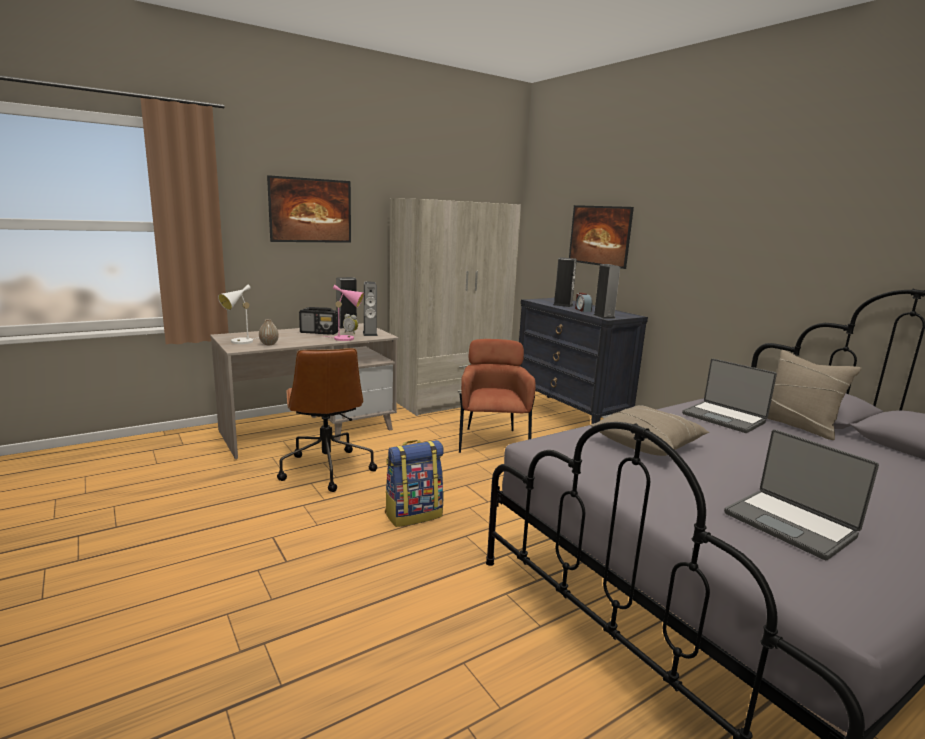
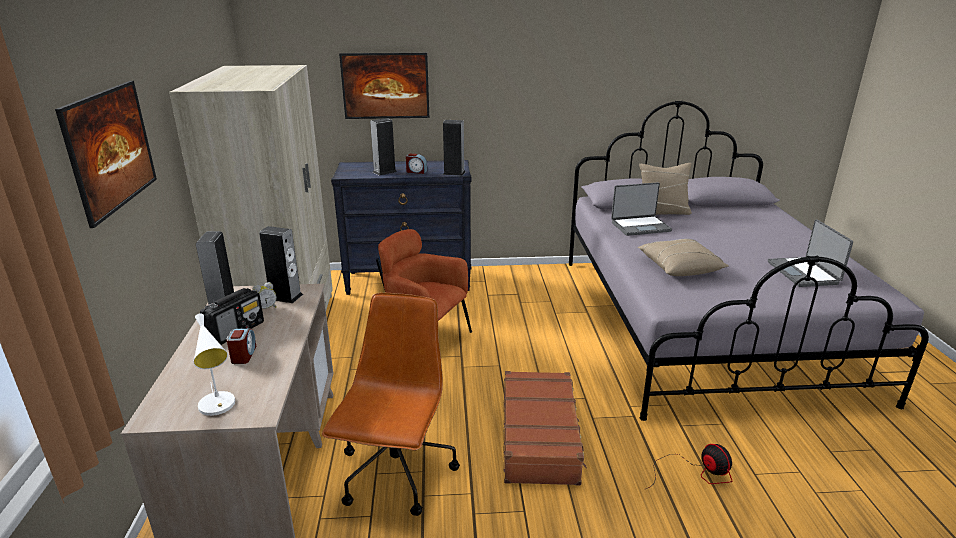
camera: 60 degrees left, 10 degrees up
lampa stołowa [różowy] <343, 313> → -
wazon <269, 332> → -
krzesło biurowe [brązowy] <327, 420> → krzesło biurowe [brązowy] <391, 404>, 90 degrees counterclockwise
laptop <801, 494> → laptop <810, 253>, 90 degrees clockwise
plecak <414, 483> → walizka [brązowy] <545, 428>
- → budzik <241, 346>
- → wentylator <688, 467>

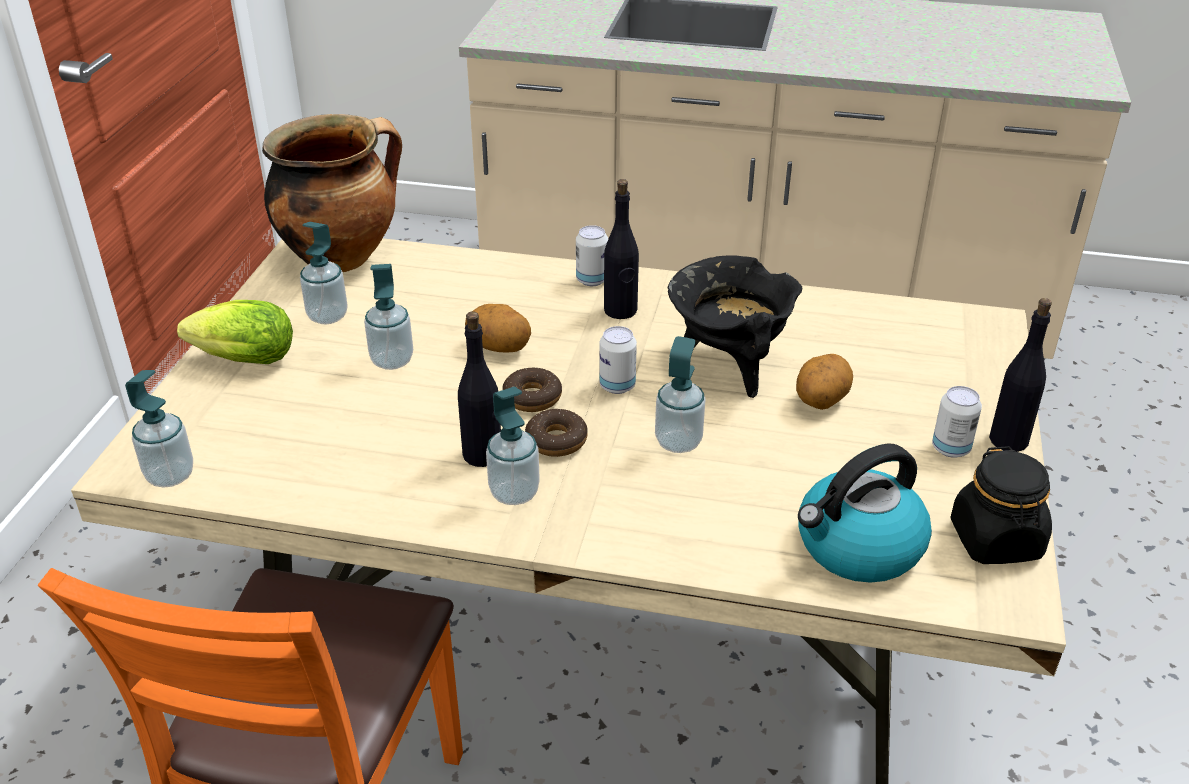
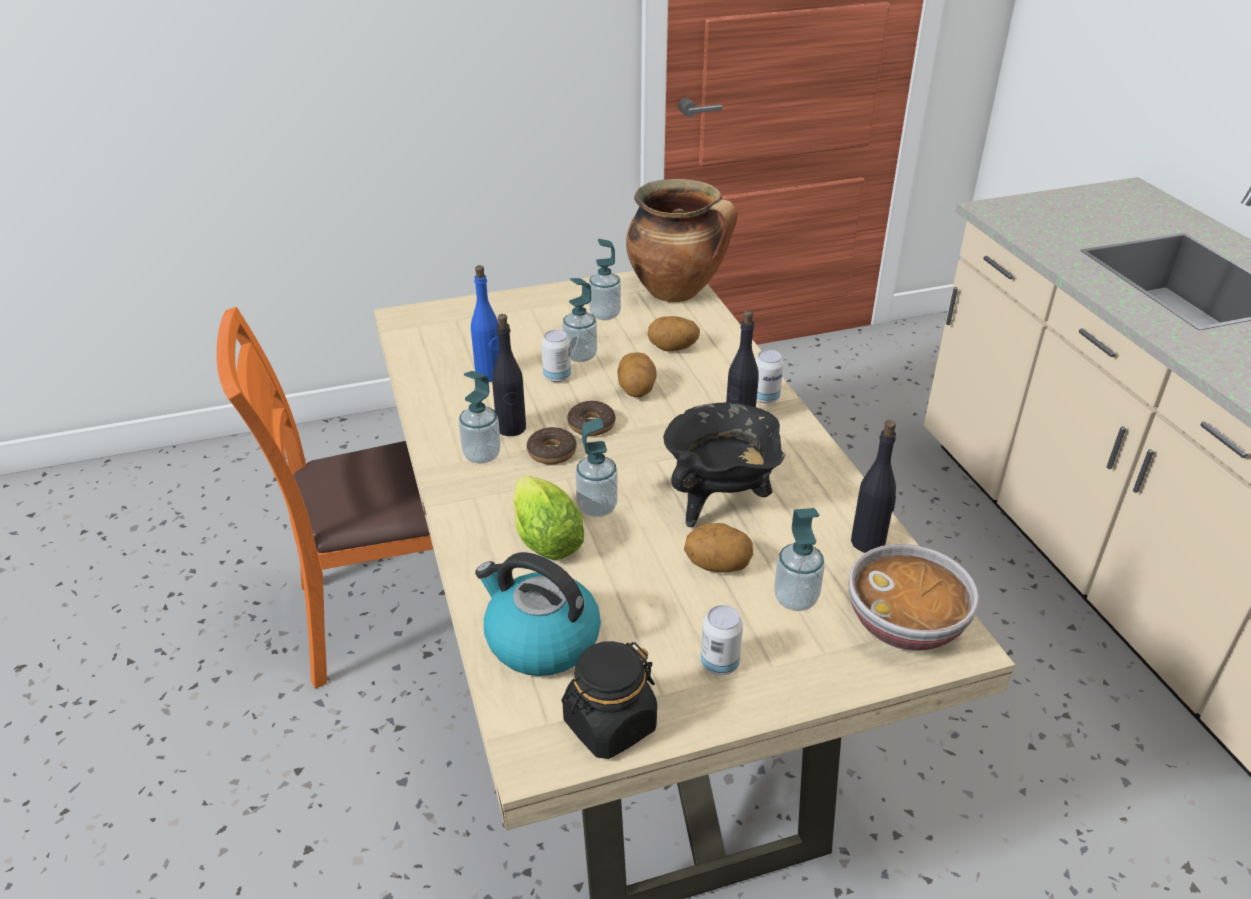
camera: 60 degrees right, 0 degrees up
butelka [czarny] <1020, 375> → butelka [czarny] <873, 486>, moved
sałata <235, 332> → sałata <548, 518>, moved
puszka <618, 360> → puszka <556, 356>, moved
dozownik mydła <159, 428> → dozownik mydła <799, 559>, moved
- → butelka [niebieski] <485, 323>
- → ziemniak <674, 333>
- → miska <914, 597>

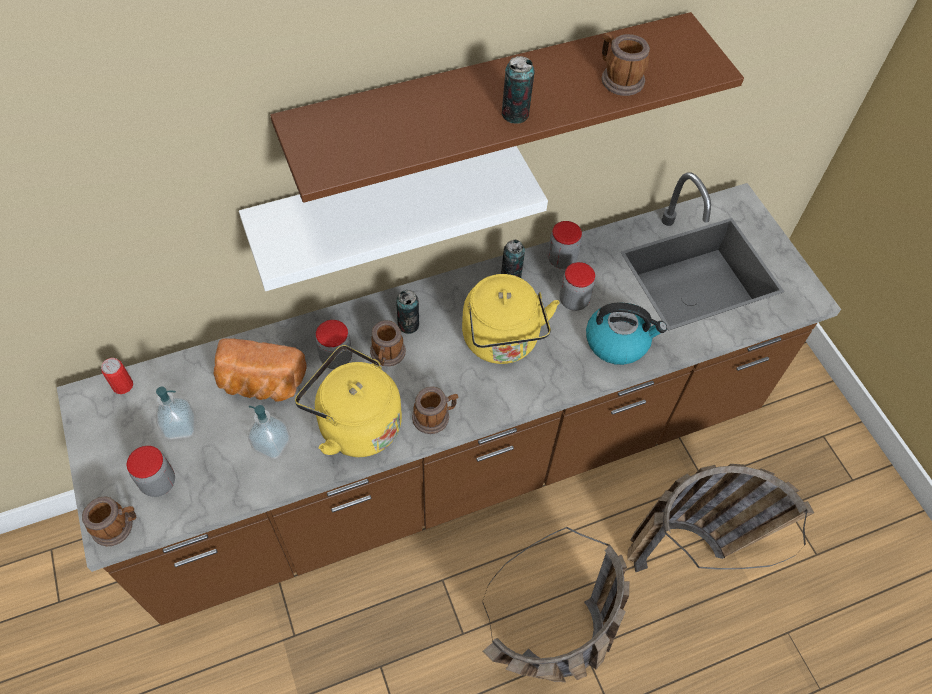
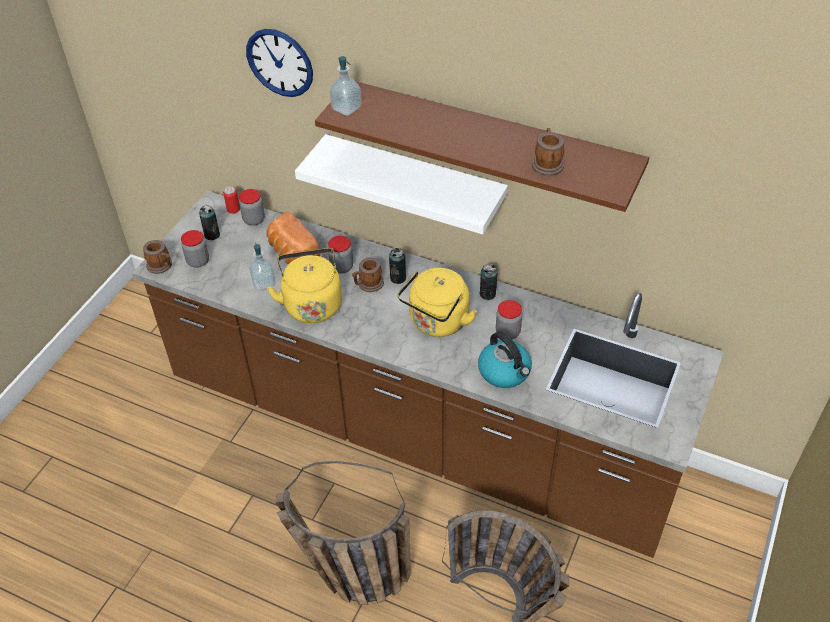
camera: 50 degrees right, 10 degrees down
puszka <518, 90> → puszka <209, 222>, moved
słoik <565, 245> → słoik <252, 207>, moved
dozownik mydła <175, 413> → dozownik mydła <346, 86>, moved
kubek <435, 410> → -
- → zegar ścienny <279, 63>

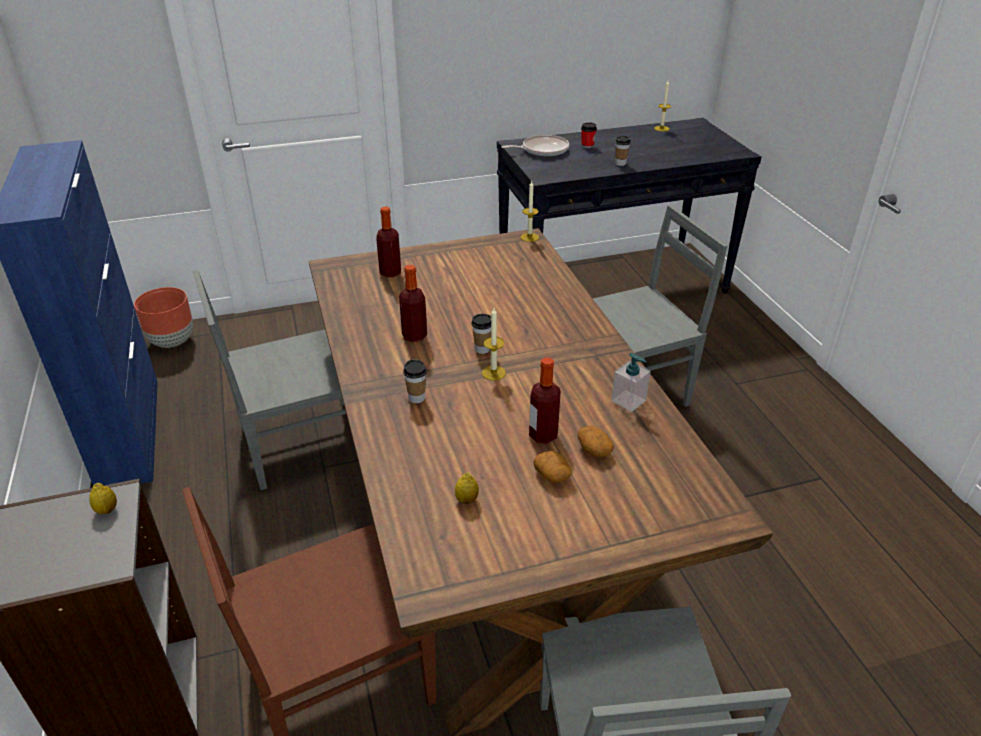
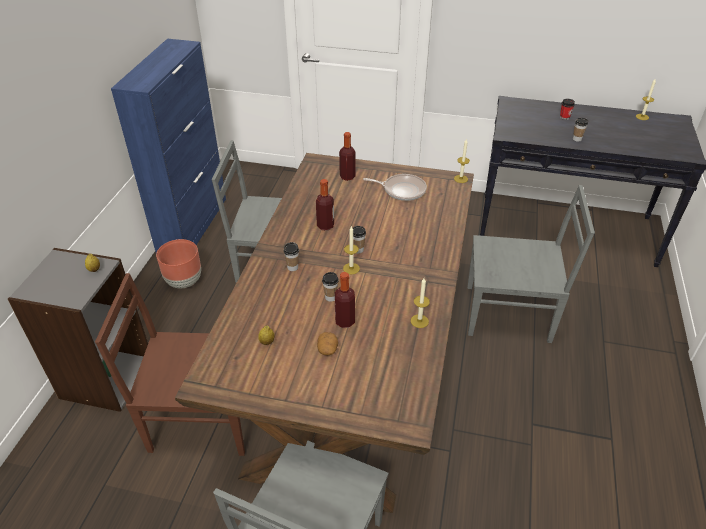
camera: 30 degrees right, 5 degrees up
patelnia <535, 146> → patelnia <395, 187>, moved
donica [brązowy] <163, 317> → donica [brązowy] <178, 263>, moved
dozownik mydła <631, 382> → świeca <420, 303>
ziemniak <596, 441> → -
- → filiżanka <330, 287>

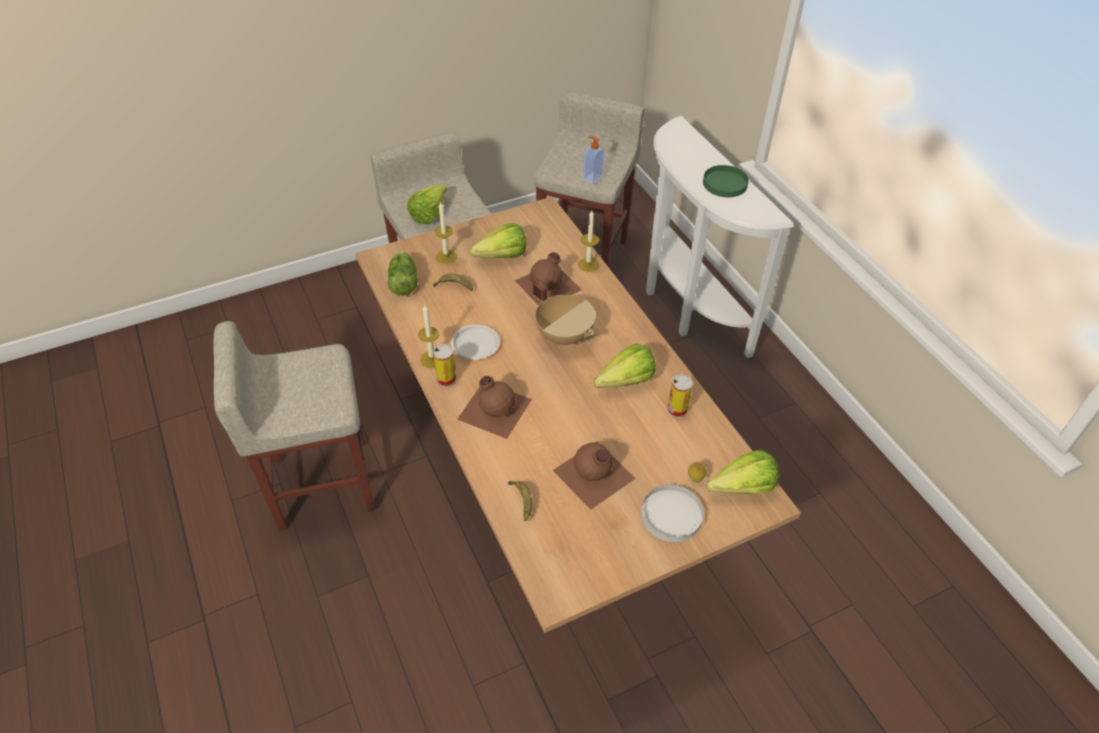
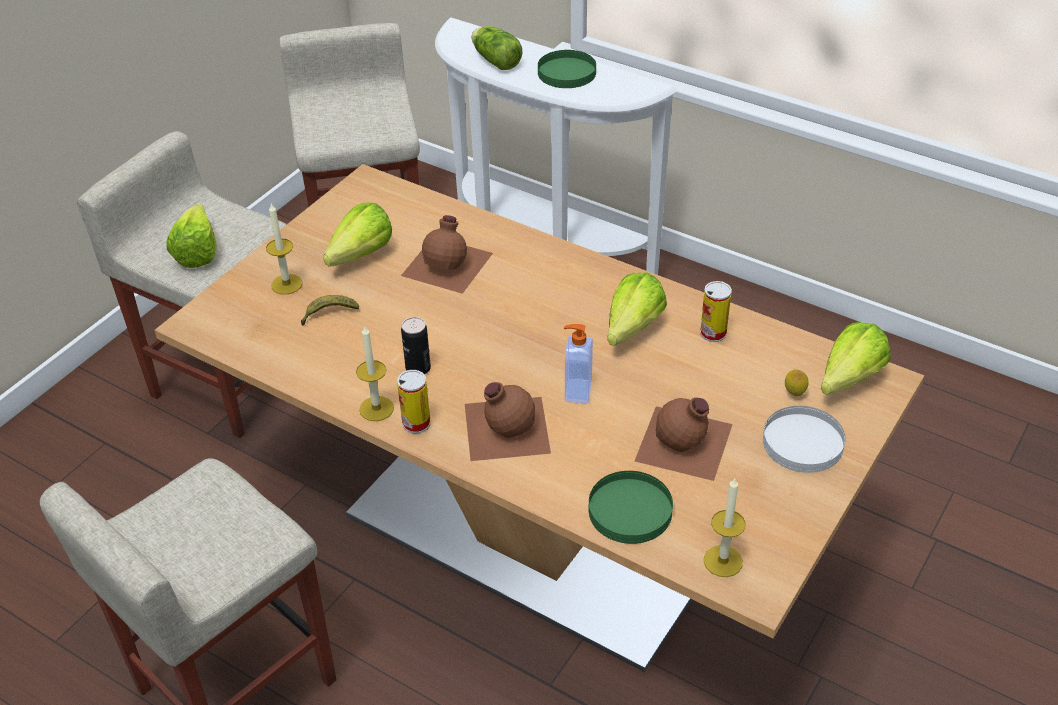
camera: 30 degrees left, 5 degrees down
dozownik mydła <594, 160> → dozownik mydła <578, 364>, moved
świeca <588, 241> → świeca <725, 527>, moved
sałata <403, 273> → sałata <497, 48>, moved
garnek [beżowy] <564, 313> → -
talerz [biały] <475, 342> → puszka <416, 345>
banan <520, 501> → talerz [zielony] <631, 507>

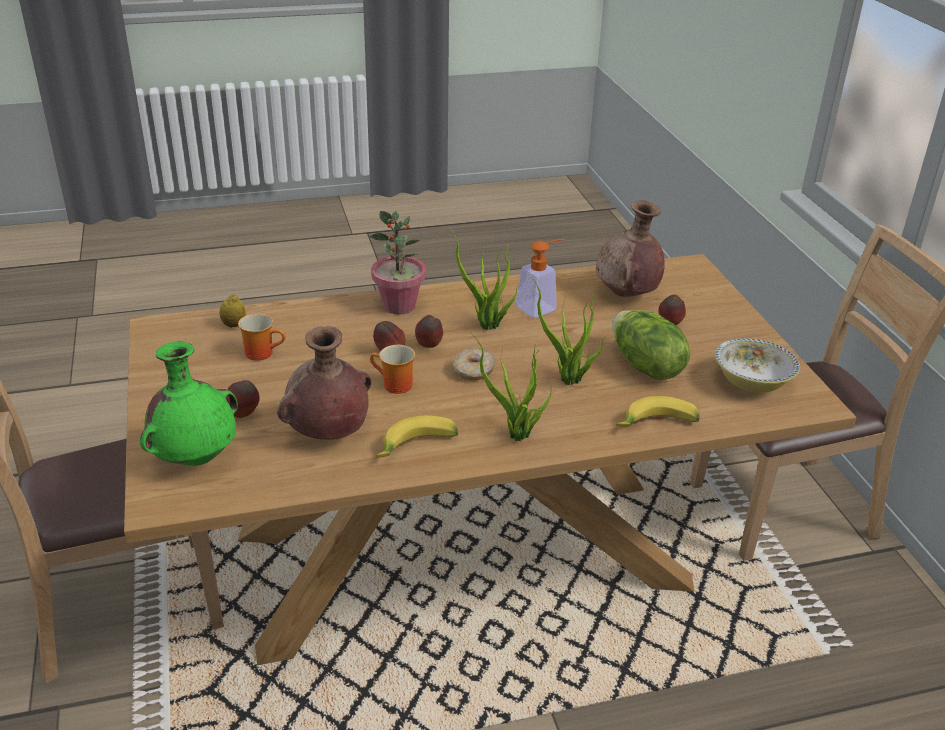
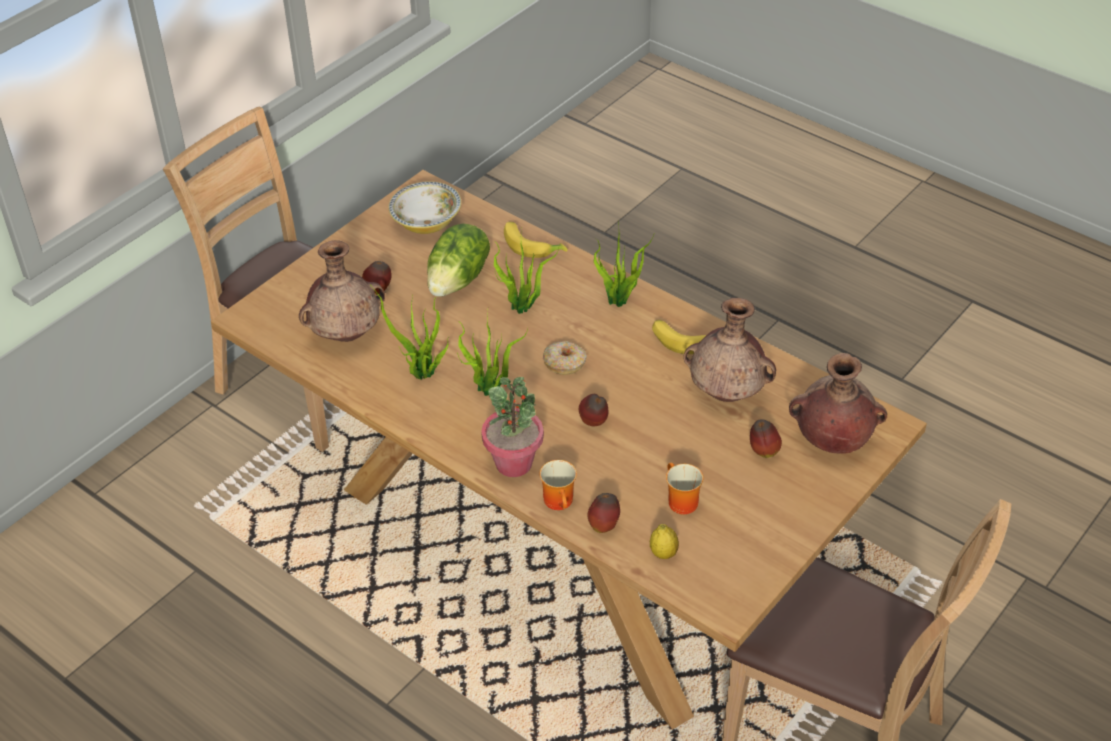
camera: 125 degrees left, 10 degrees up
dozownik mydła <539, 278> → roślina doniczkowa <409, 333>
jabłko <429, 331> → jabłko <604, 513>, moved
wazon [zielony] <189, 404> → wazon [brązowy] <838, 403>
kubek <392, 369> → kubek <558, 485>, moved

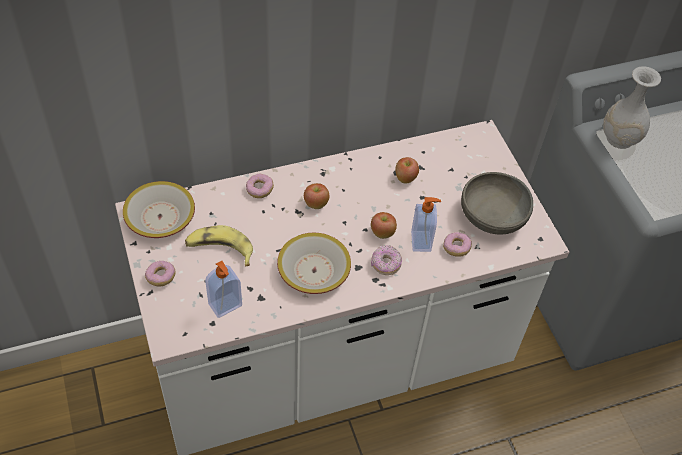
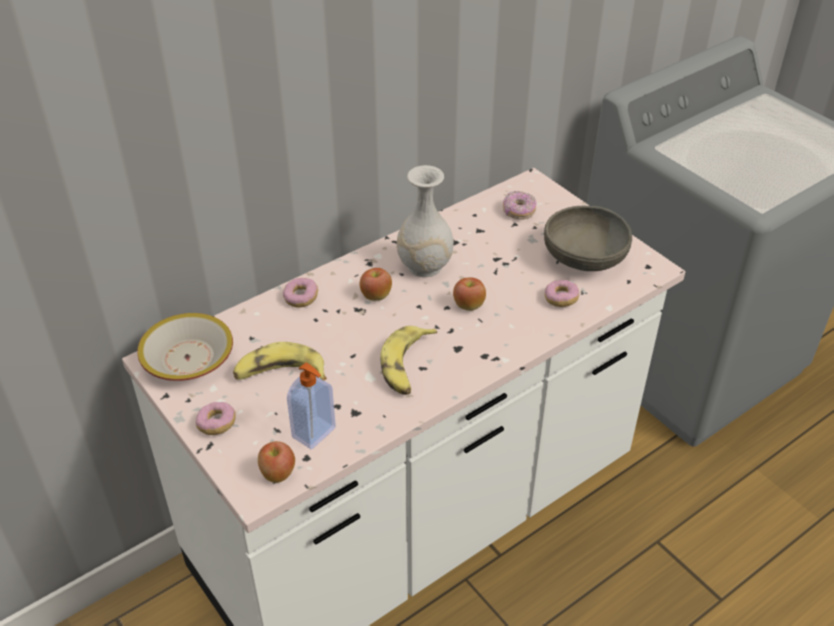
camera: 15 degrees left, 10 degrees down
wazon [biały] <632, 107> → wazon [biały] <425, 221>, moved
jabłko <407, 170> → jabłko <276, 462>, moved
dozownik mydła <426, 224> → -
miska <314, 263> → banan <408, 360>
donut <386, 260> → donut <519, 205>, moved

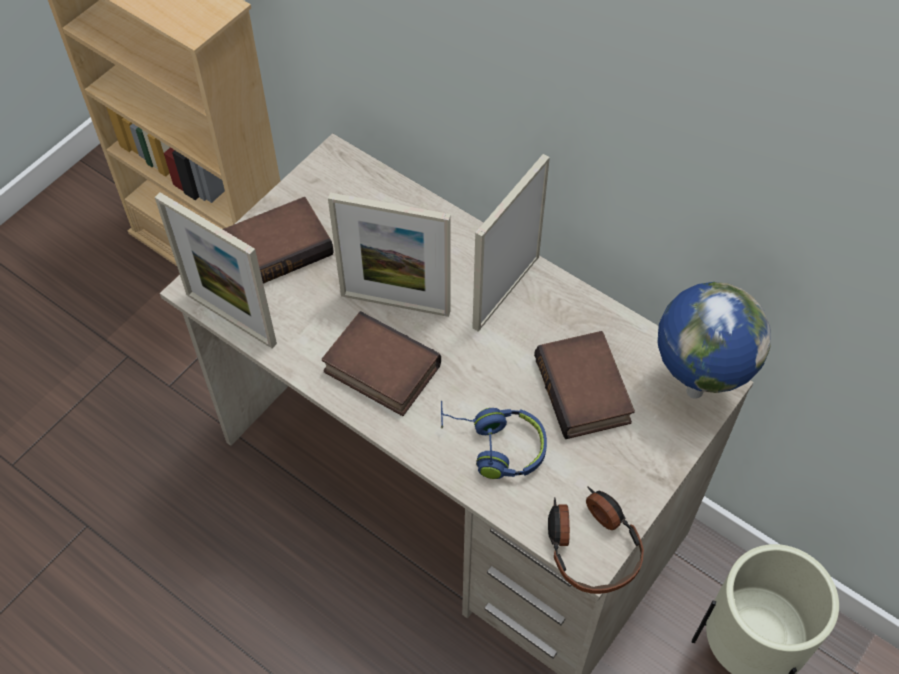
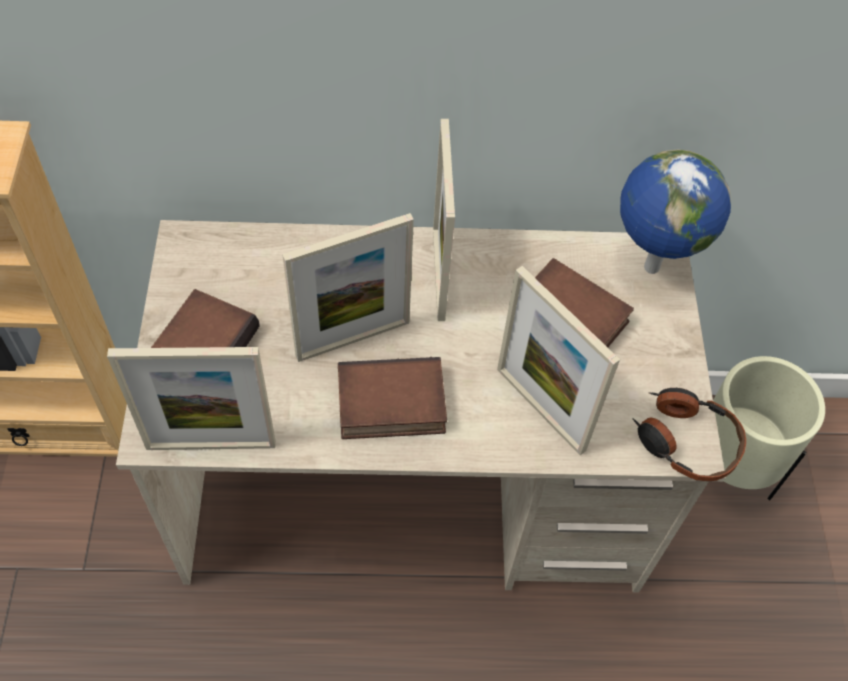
camera: 40 degrees left, 0 degrees up
słuchawki [niebieski] <494, 440> → ramka na zdjęcie <558, 360>

